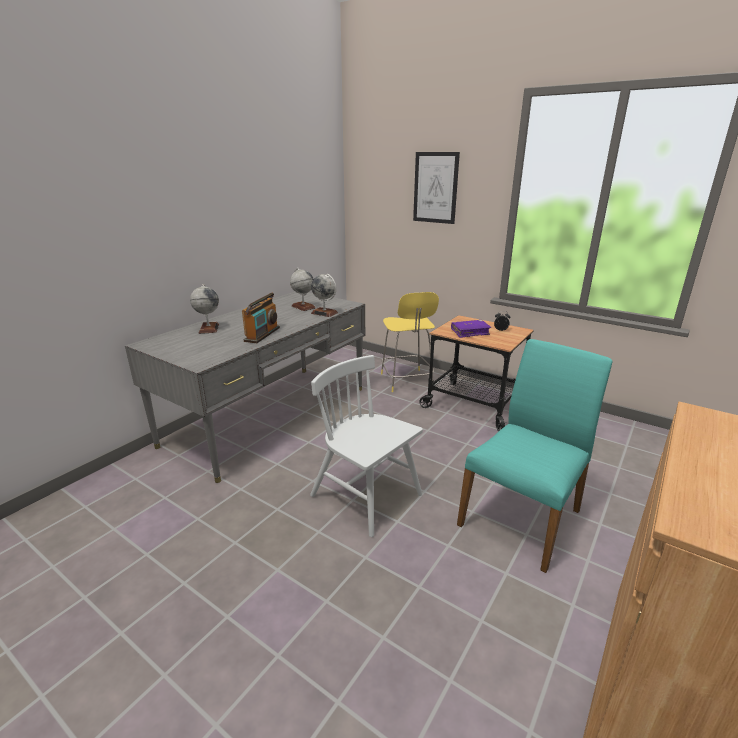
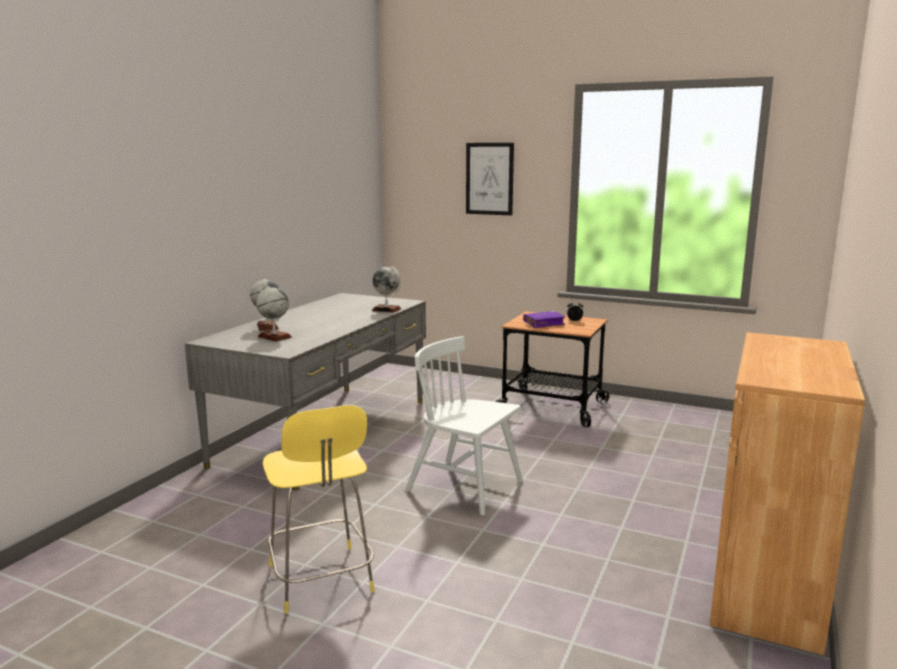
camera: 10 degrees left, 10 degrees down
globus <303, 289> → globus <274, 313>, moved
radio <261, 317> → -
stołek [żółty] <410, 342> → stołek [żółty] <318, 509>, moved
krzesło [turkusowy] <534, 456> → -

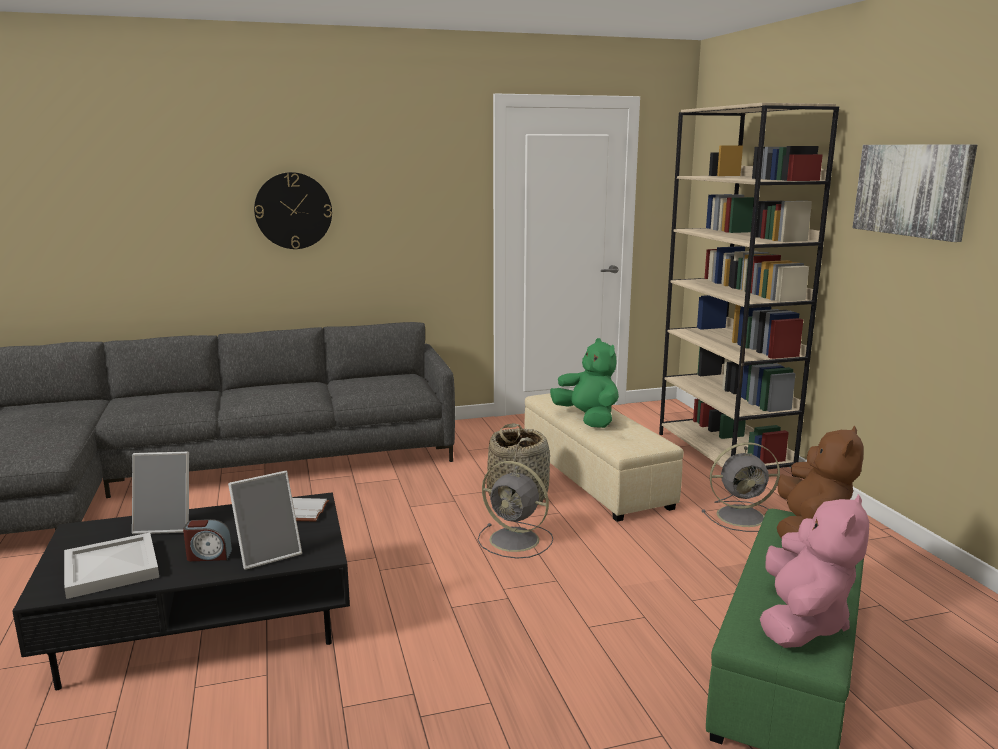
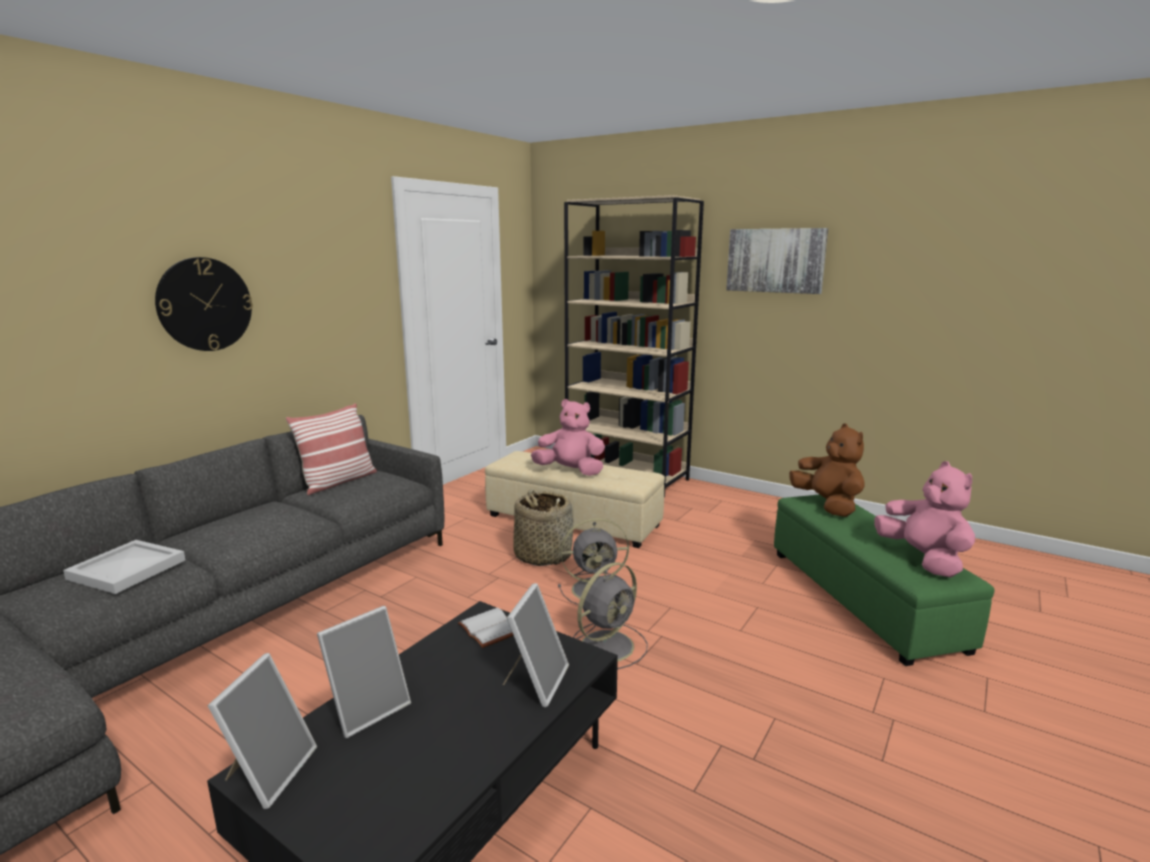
camera: 40 degrees left, 0 degrees up
pluszak [zielony] <584, 383> → pluszak [różowy] <568, 437>
wentylator [szary] <741, 487> → wentylator [szary] <610, 616>, moved
budzik <207, 540> → -
taca [biały] <111, 565> → taca [biały] <124, 567>, moved
- → poduszka <331, 449>
- → ramka na zdjęcie <262, 731>

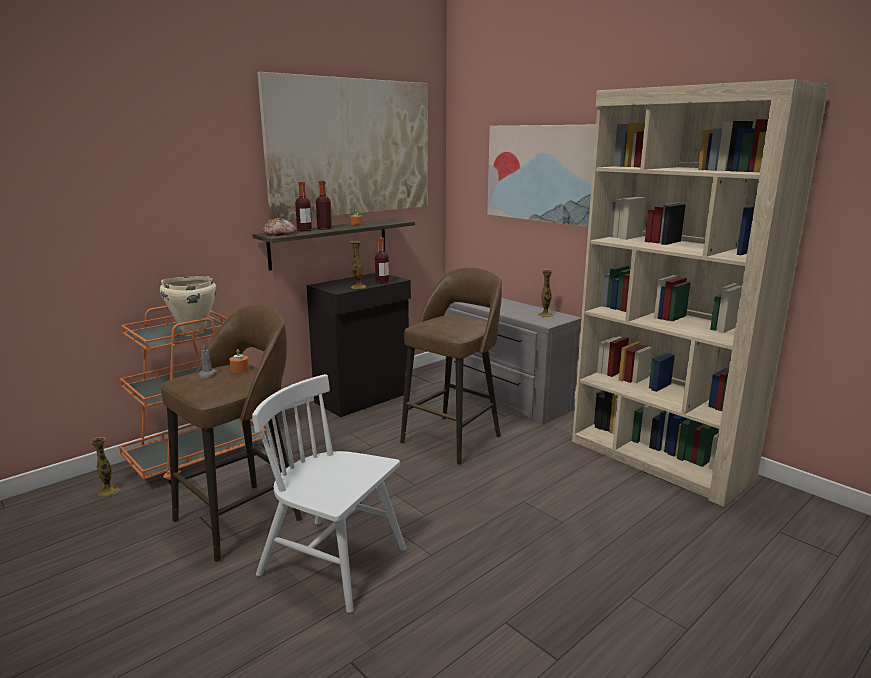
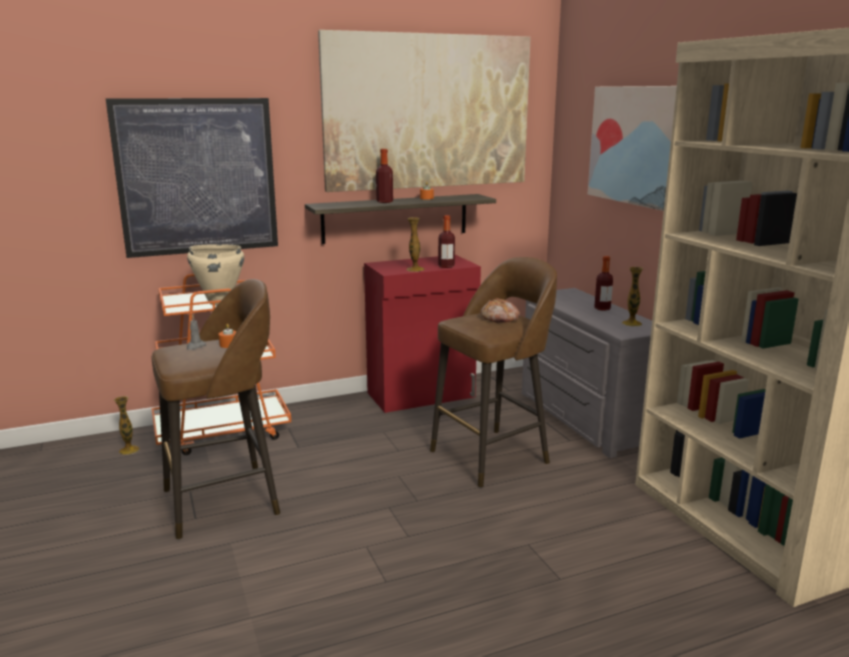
camera: 20 degrees right, 0 degrees up
butelka <303, 206> → butelka <603, 283>, moved
chleb <279, 227> → chleb <500, 310>, moved
szafka [czarny] <358, 345> → szafka [czerwony] <422, 334>
krzesło [biały] <329, 493> → -
- → obraz <192, 178>

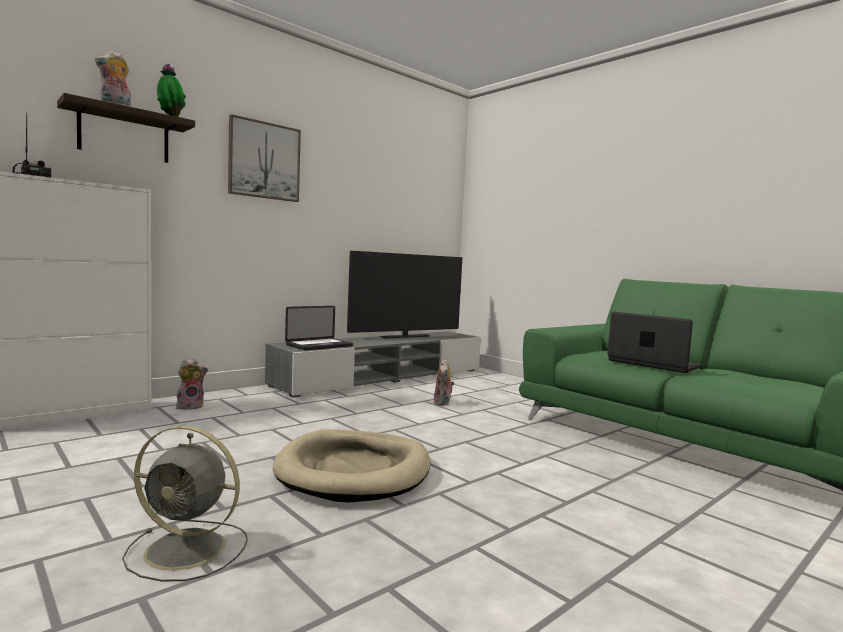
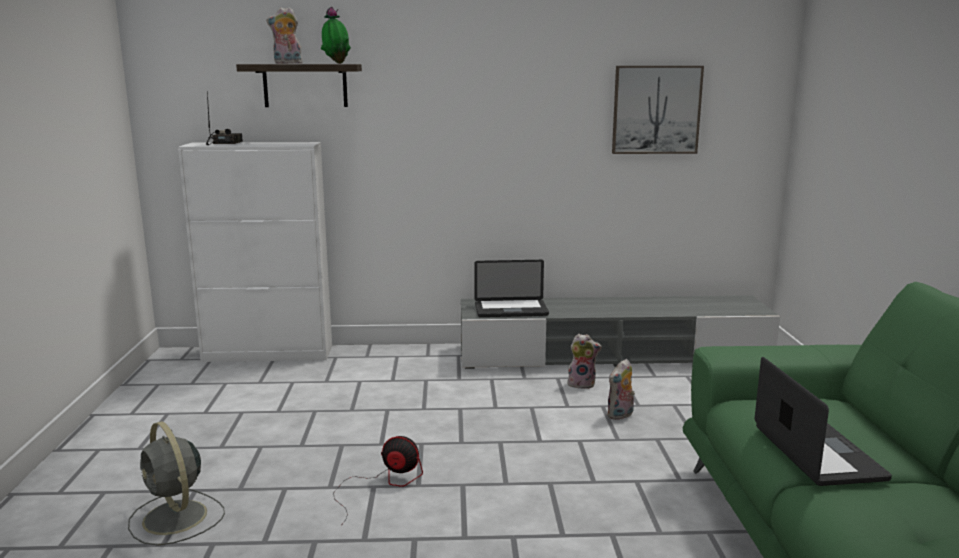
camera: 40 degrees right, 10 degrees up
obraz <264, 158> → obraz <658, 110>, moved
telewizor <404, 295> → -
pluszak <192, 384> → pluszak <584, 361>, moved
legowisko [beżowy] <351, 465> → wentylator <378, 480>

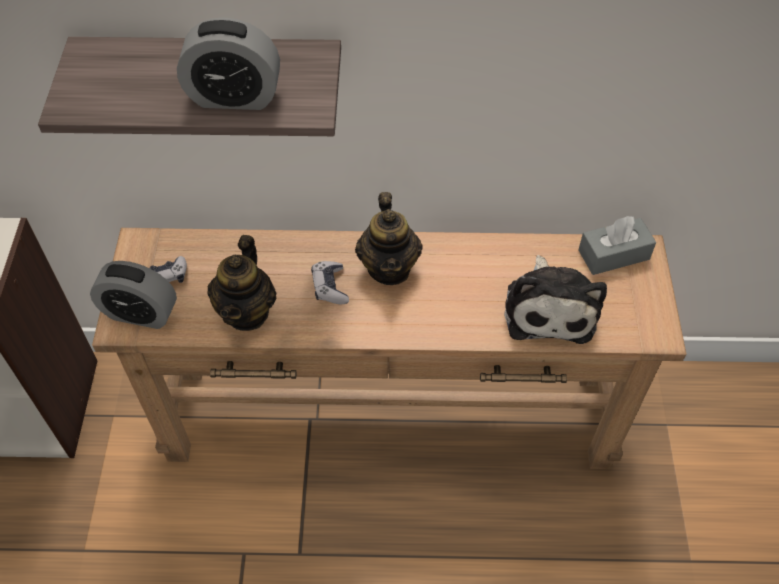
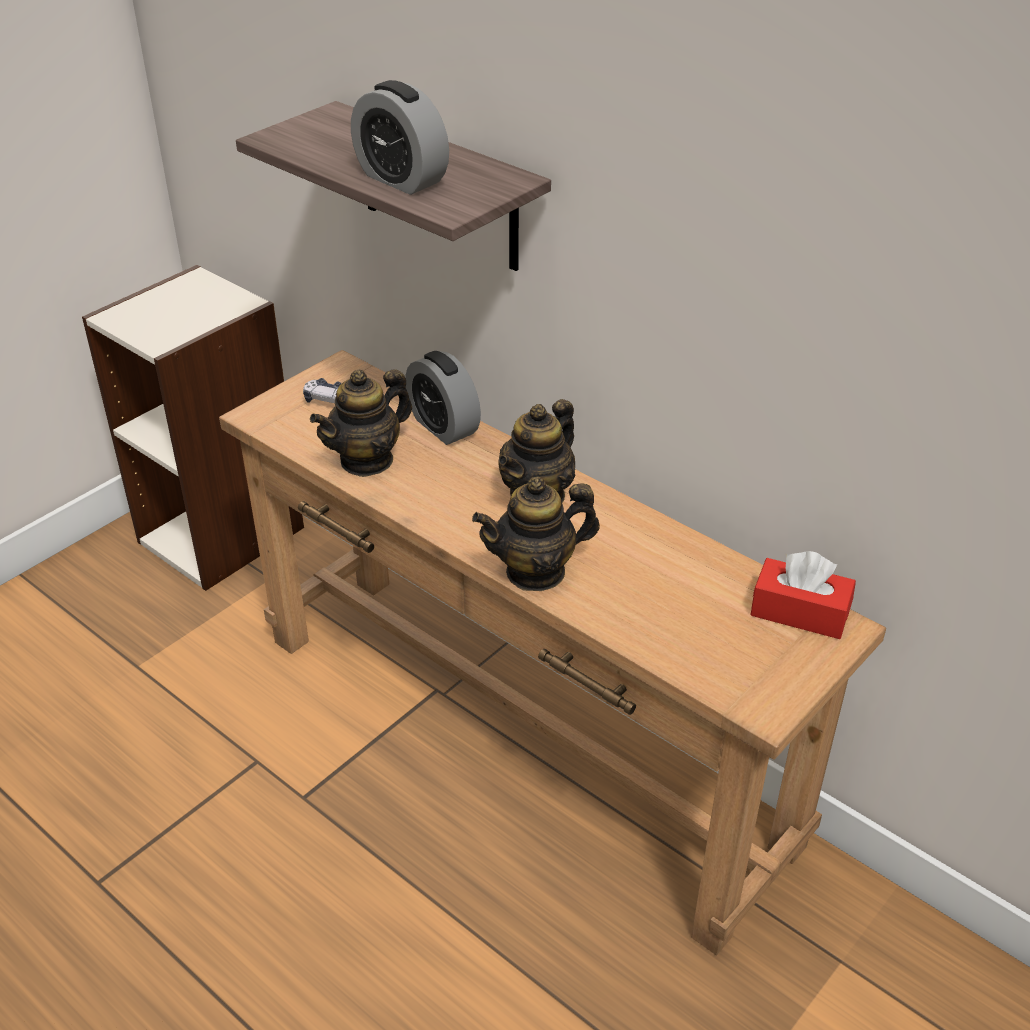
camera: 40 degrees right, 15 degrees down
pudełko chusteczek [szary] <617, 245> → pudełko chusteczek [czerwony] <803, 595>
pluszak <555, 299> → -
budzik <133, 295> → budzik <443, 398>, moved
pad do gier <330, 282> → -
- → imbryk <536, 534>

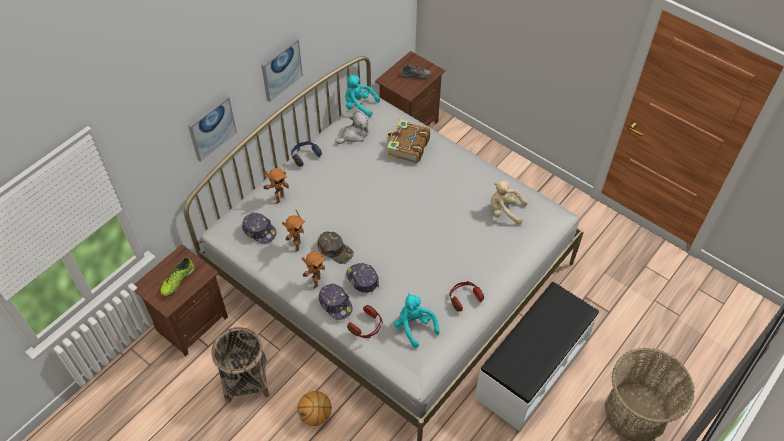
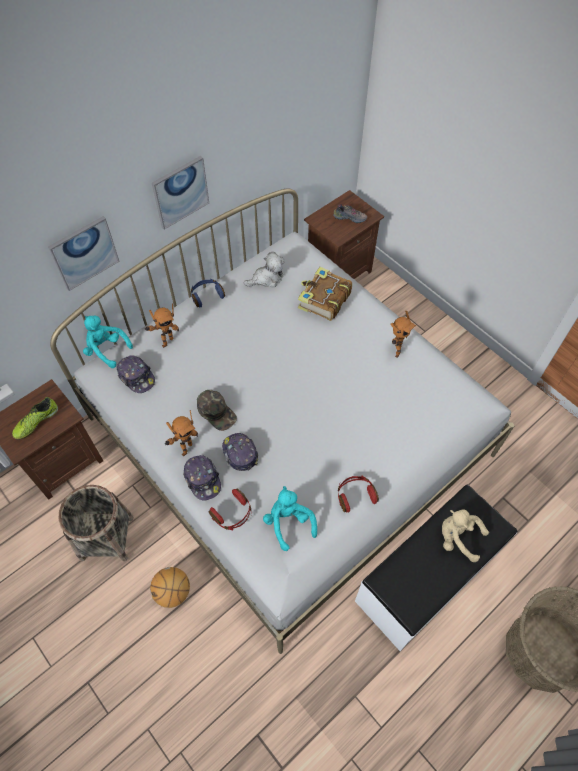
camera: 10 degrees right, 5 degrees up
pluszak [turkusowy] <362, 96> → pluszak [turkusowy] <108, 342>, moved
pluszak [beżowy] <509, 203> → pluszak [beżowy] <465, 535>, moved
robot zabawkowy <294, 230> → robot zabawkowy <403, 334>, moved

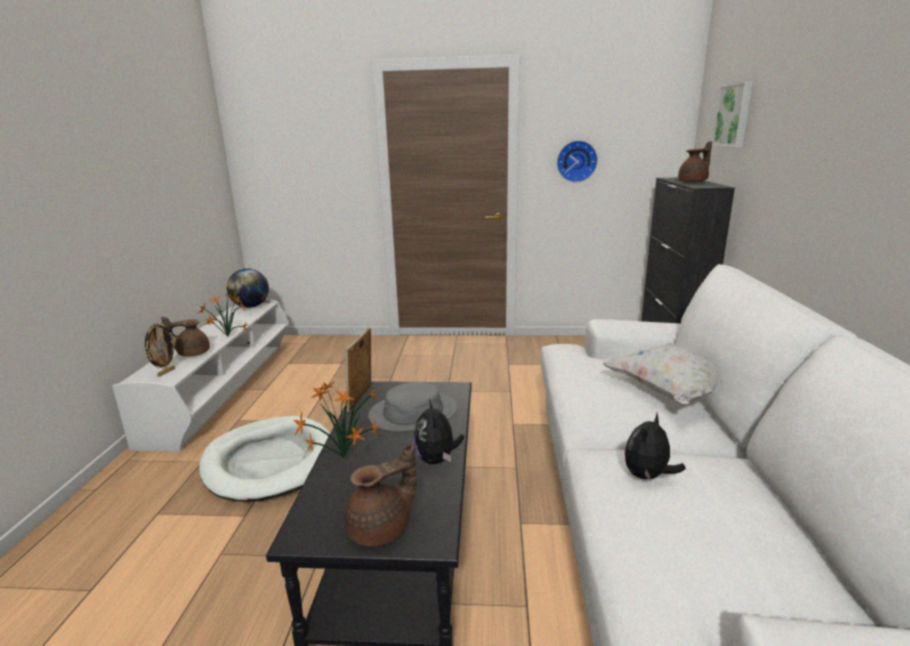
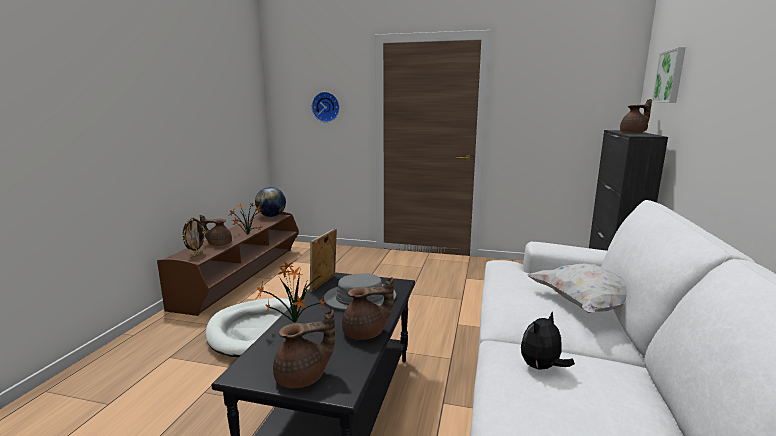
camera: 10 degrees right, 5 degrees down
zegar ścienny <577, 161> → zegar ścienny <326, 107>, moved
szafka pod telewizor [biały] <200, 375> → szafka pod telewizor [brązowy] <228, 264>
pluszak <438, 431> → imbryk [brązowy] <368, 308>

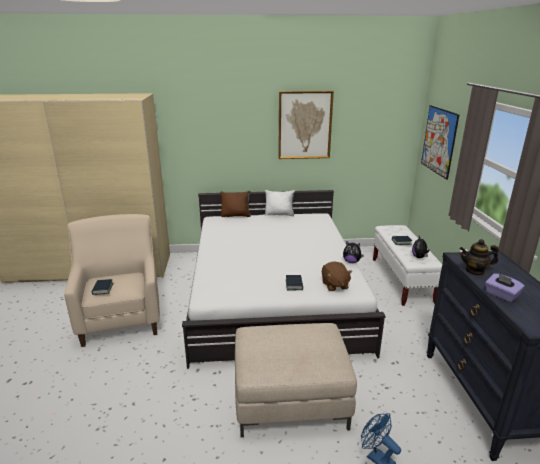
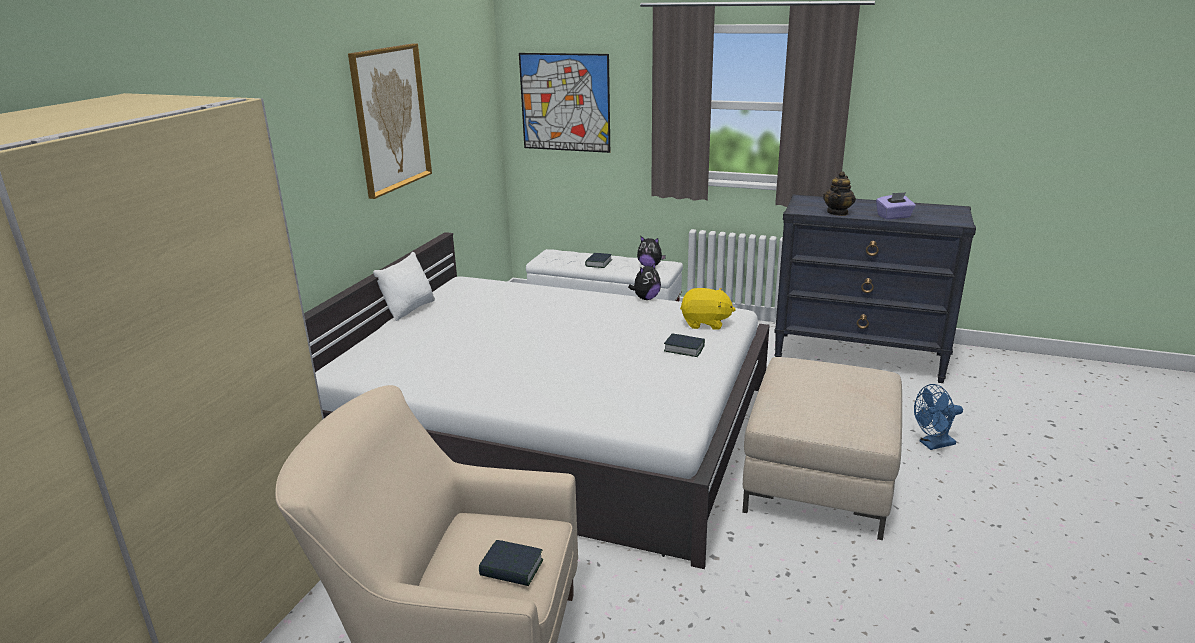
camera: 65 degrees left, 0 degrees up
poduszka [brązowy] <235, 204> → -
pluszak [brązowy] <337, 276> → pluszak [żółty] <708, 309>

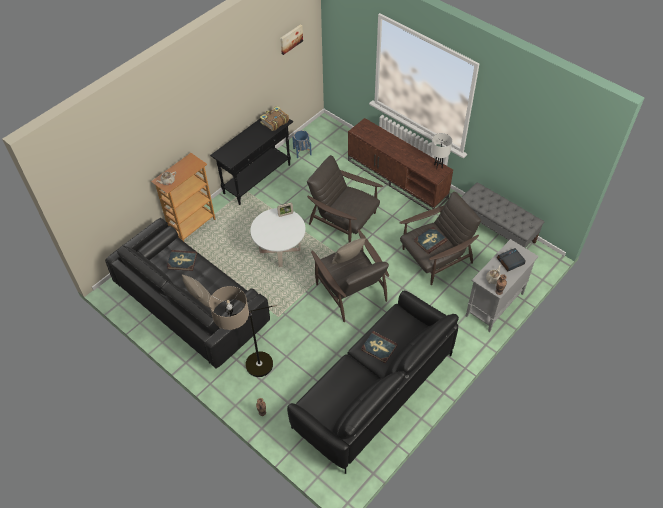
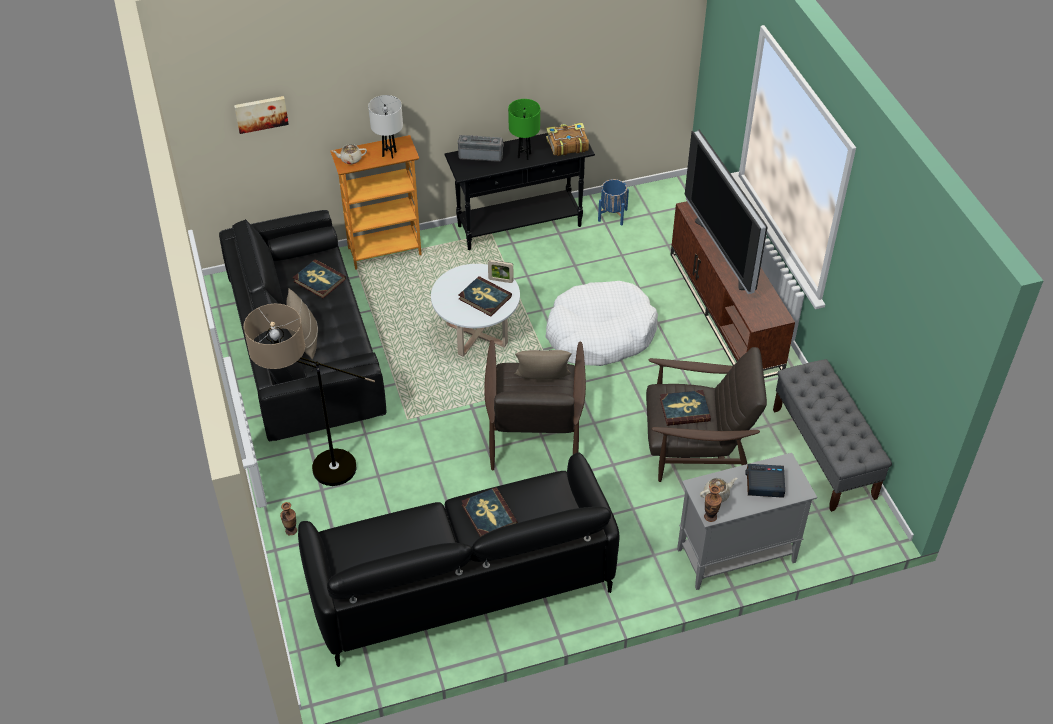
camera: 30 degrees right, 5 degrees down
obraz <291, 39> → obraz <261, 115>, moved
lampa stołowa [biały] <441, 151> → lampa stołowa [biały] <385, 127>, moved
fotel [brązowy] <345, 198> → legowisko [biały] <601, 323>
- → lampa stołowa [zielony] <524, 129>
- → telewizor <726, 212>
- → radio <480, 148>
- → książka <485, 296>

